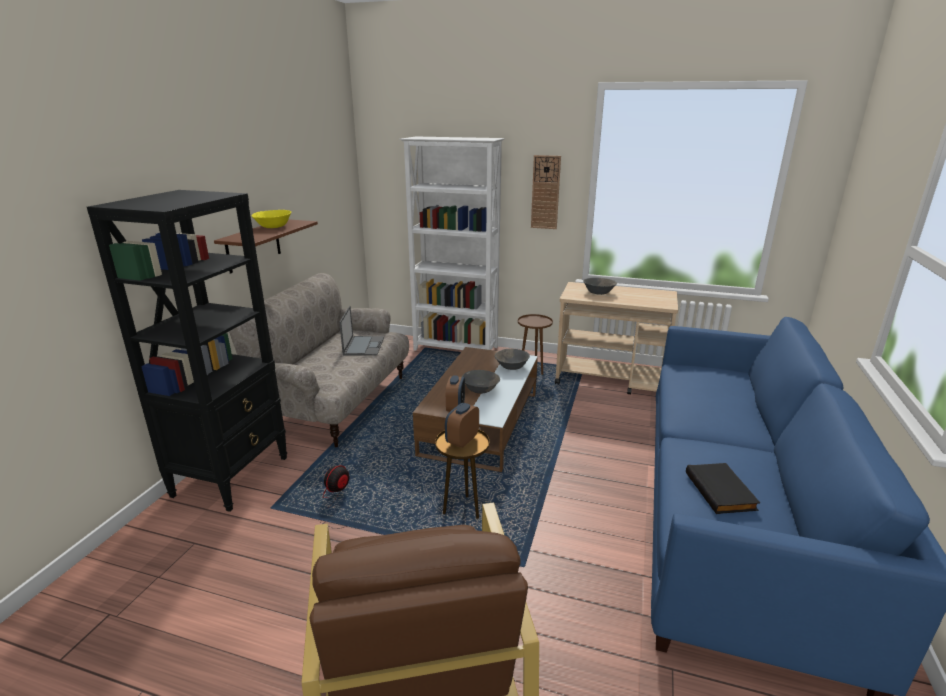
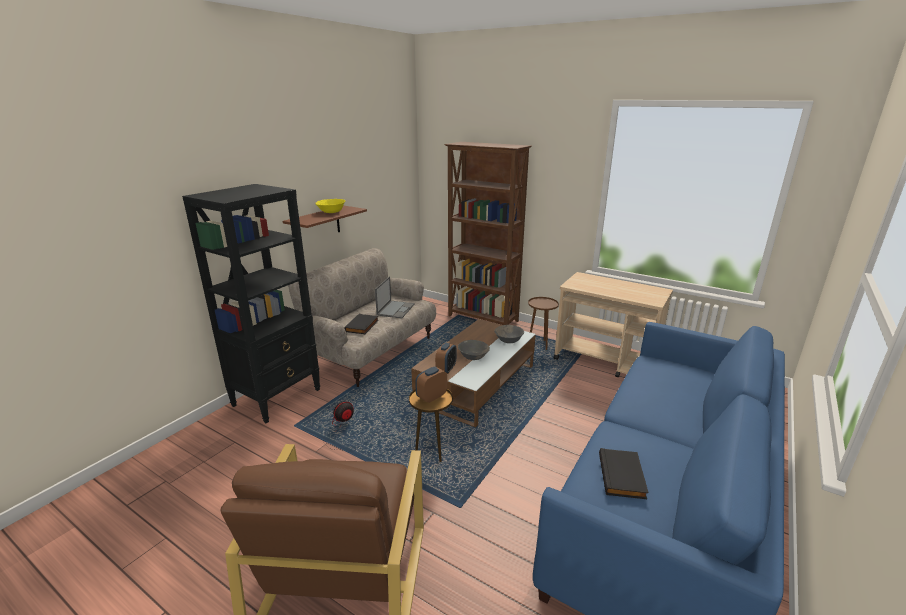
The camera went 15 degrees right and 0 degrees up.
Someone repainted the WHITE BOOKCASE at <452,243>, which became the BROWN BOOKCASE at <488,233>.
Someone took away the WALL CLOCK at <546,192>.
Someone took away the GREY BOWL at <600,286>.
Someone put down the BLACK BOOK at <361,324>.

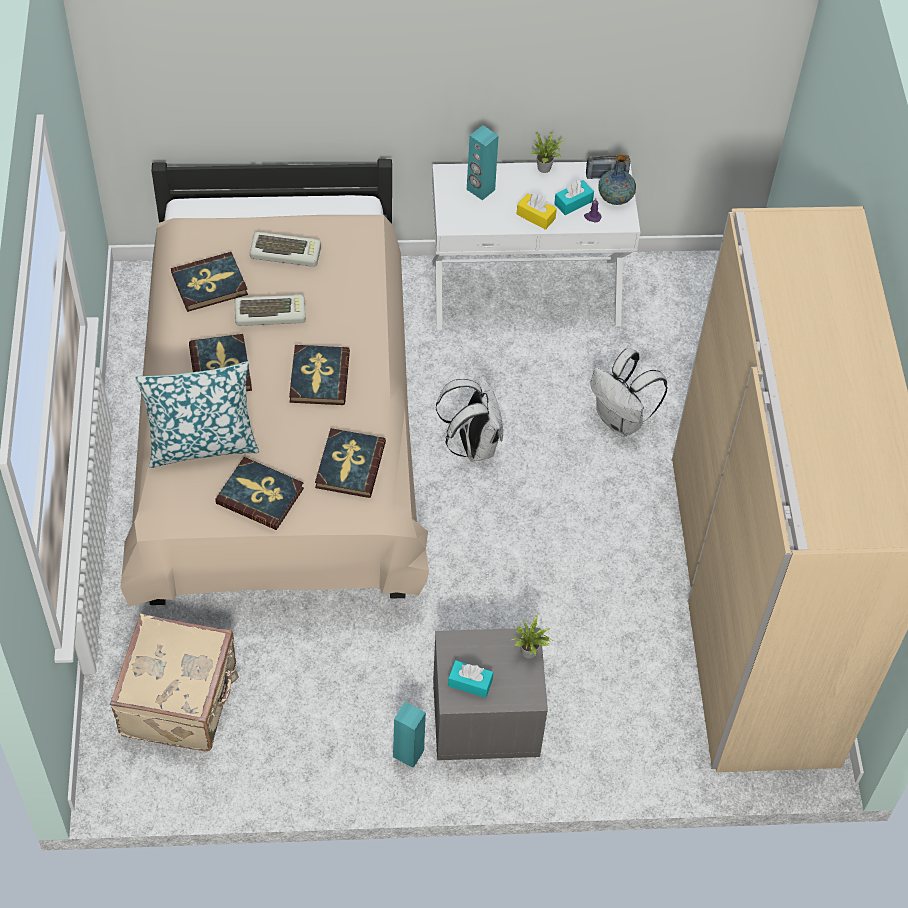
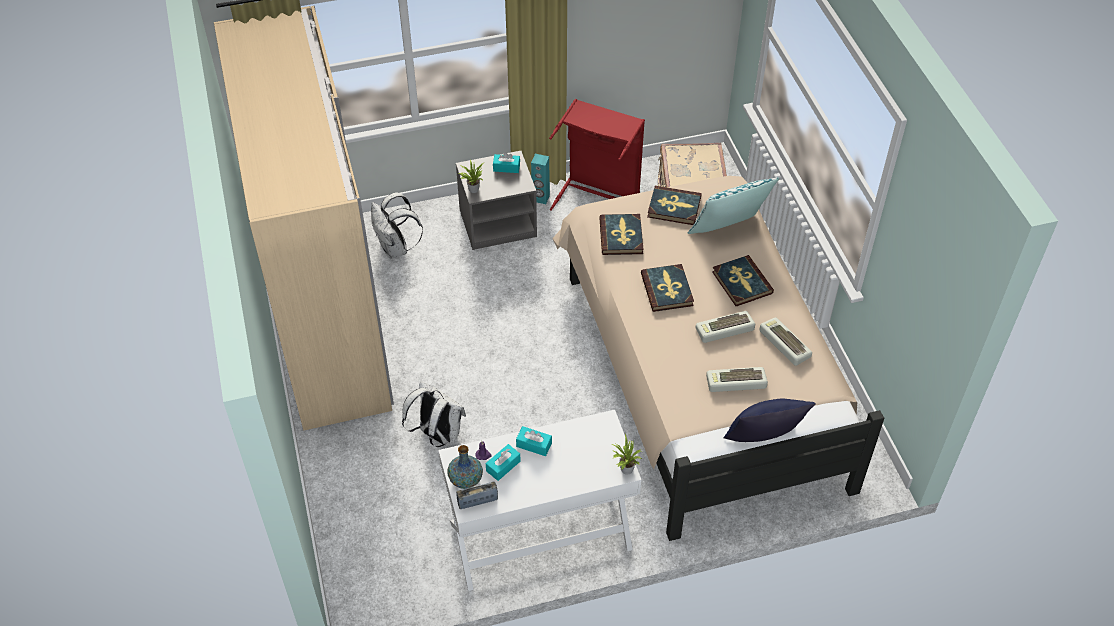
The camera went 170 degrees right and 5 degrees down.
Someone took away the TURQUOISE SPEAKER at <483,162>.
Someone carried the POTTED PLANT from <547,152> to <626,454>.
Someone repainted the YELLOW TISSUE BOX at <537,211>, which became the TURQUOISE TISSUE BOX at <534,441>.
Someone swapped the BOOK at <209,282> for the KEYBOARD at <785,341>.
Someone carried the WHITE BACKPACK from <469,419> to <397,225>.
Someone put down the RED LAUNDRY BASKET at <597,155>.
Someone put down the BLUE PILLOW at <770,420>.

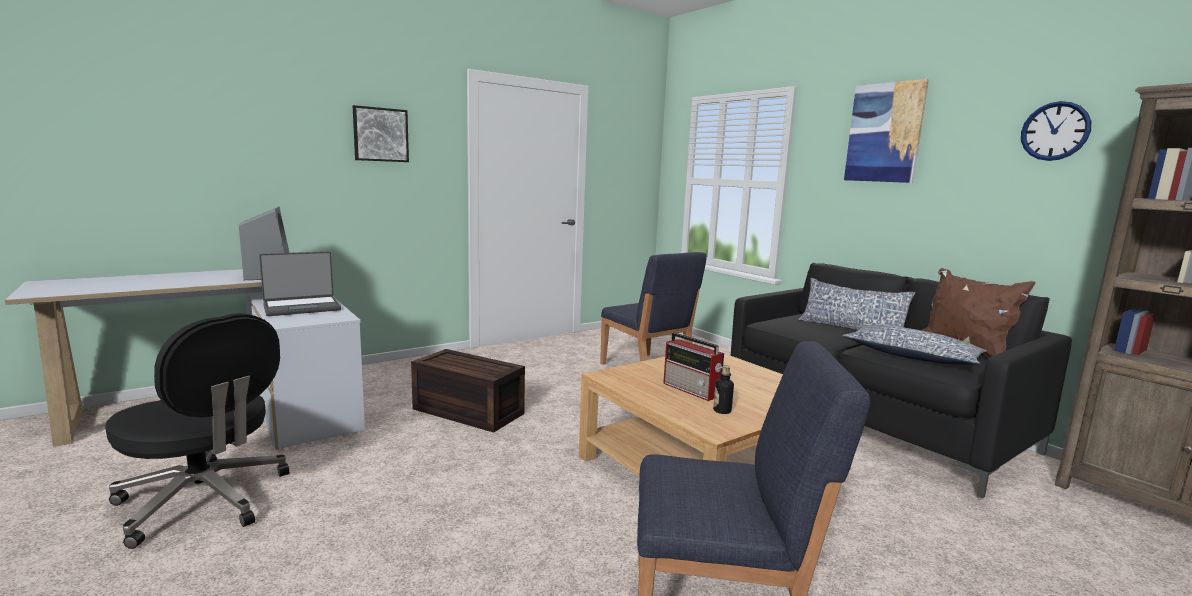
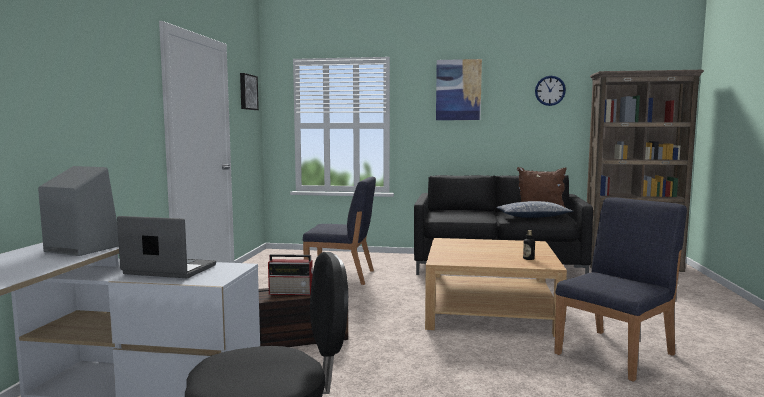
The camera went 45 degrees left and 5 degrees down.
Someone carried the PICTURE from <381,133> to <249,91>.
Someone rotated the LAPTOP at <300,283> by 90 degrees counterclockwise.
Someone took away the PILLOW at <856,304>.
Someone carried the RADIO from <693,366> to <290,274>.

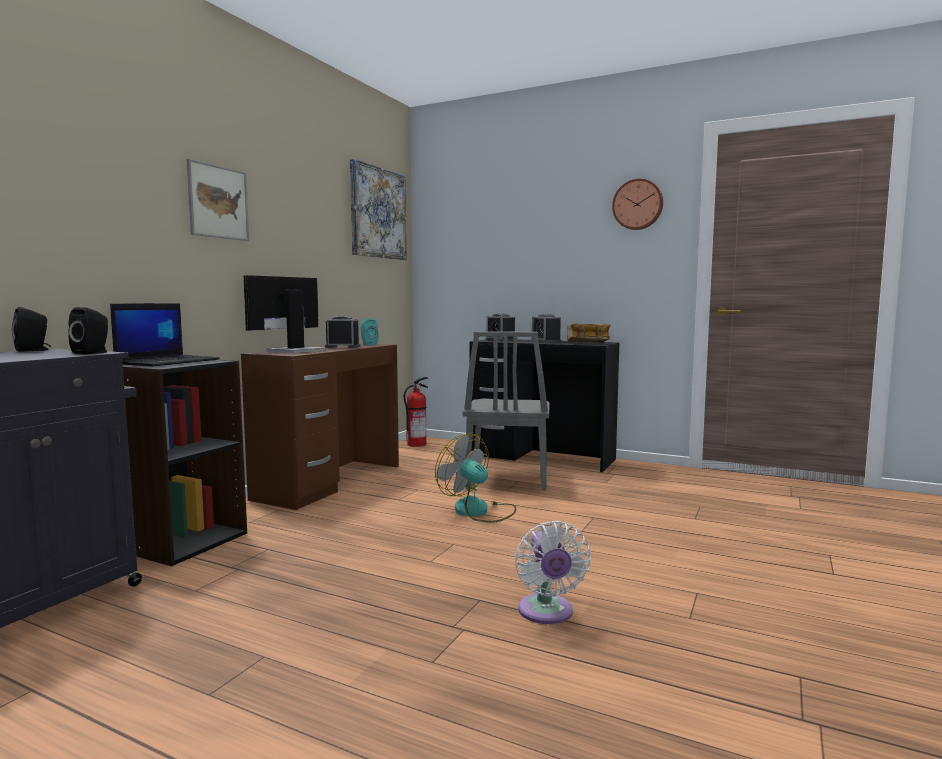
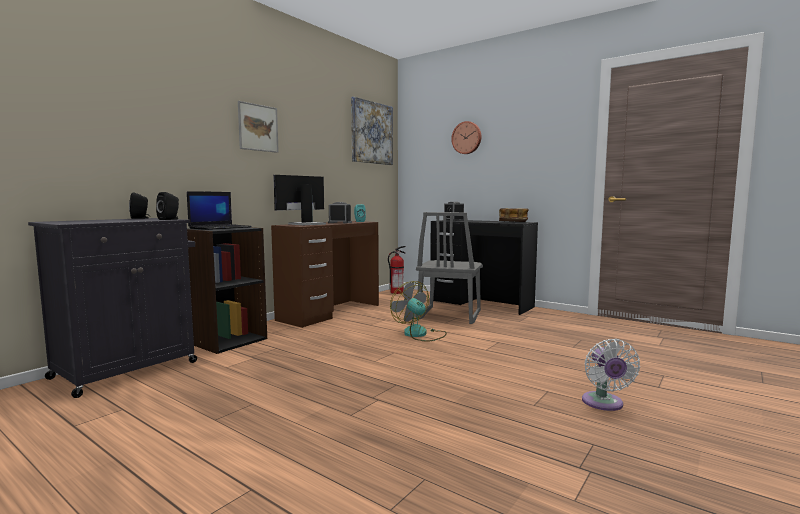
The camera went 10 degrees right and 0 degrees up.
Someone carried the WALL CLOCK from <637,204> to <466,137>.
Someone took away the ALARM CLOCK at <546,328>.
Someone carried the WHITE FAN from <553,572> to <611,375>.

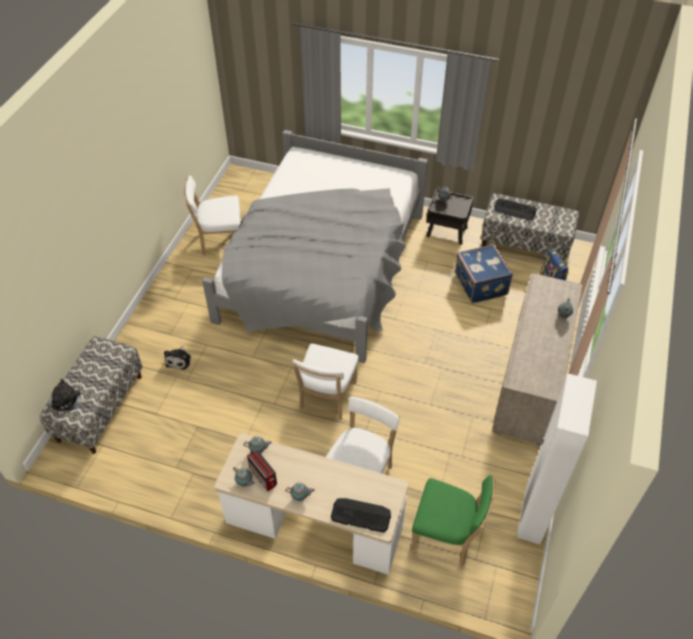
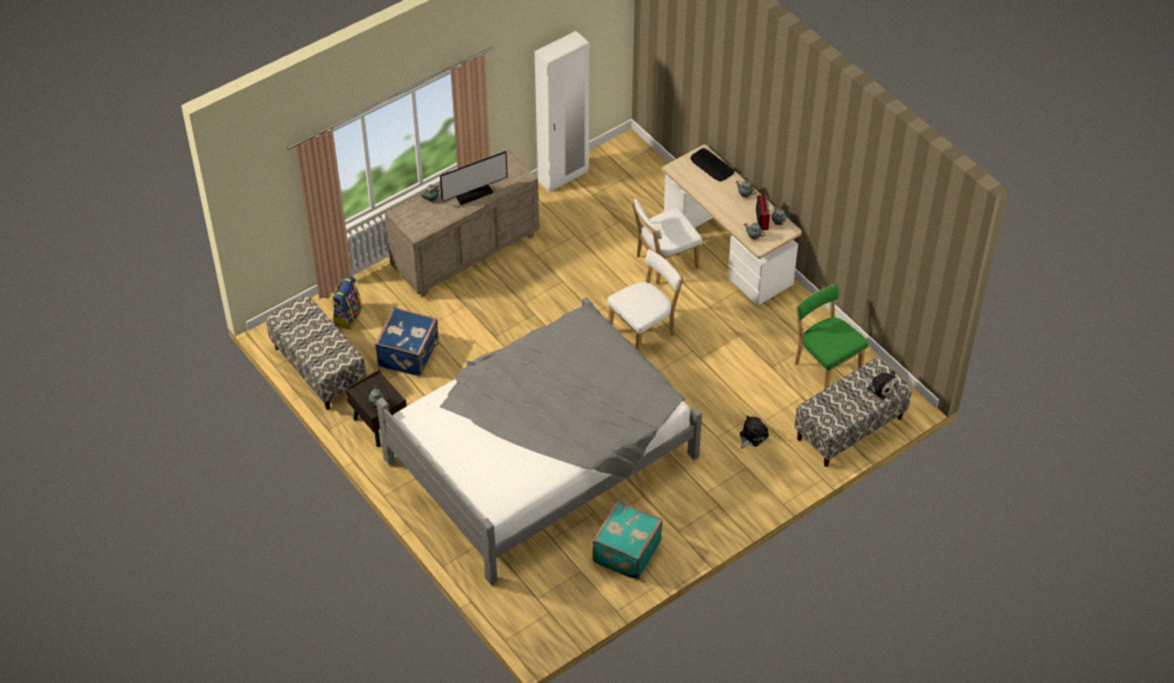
The camera went 145 degrees left and 0 degrees up.
Someone swapped the WHITE CHAIR at <212,216> for the TURQUOISE SUITCASE at <627,540>.
Someone took away the KEYBOARD at <515,209>.
Someone carried the GREEN CHAIR from <453,520> to <831,336>.
Someone put down the MONITOR at <474,178>.

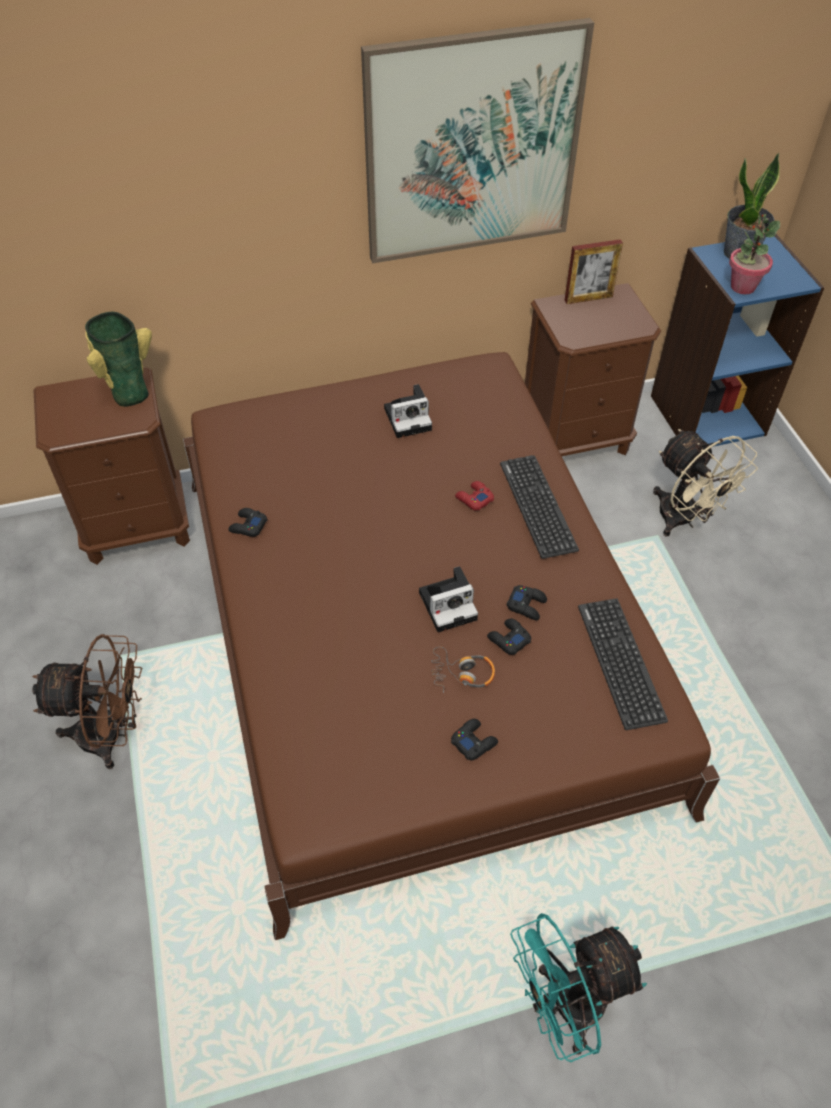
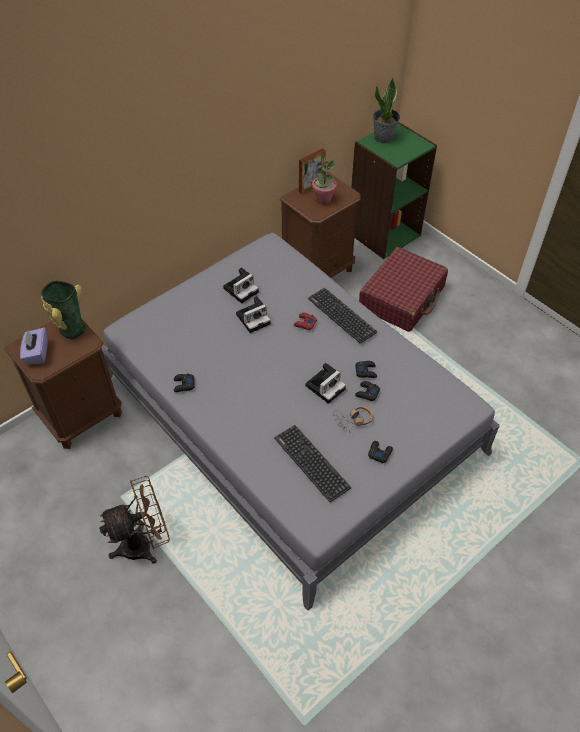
The camera went 25 degrees left and 0 degrees up.
Someone took away the PICTURE at <477,141>.
Someone carried the POTTED PLANT from <754,254> to <324,181>.
Someone repainted the BLUE BOOKCASE at <737,340>, which became the GREEN BOOKCASE at <394,190>.
Someone repainted the BROWN BED at <451,646>, which became the GREY BED at <301,422>.
Someone swapped the BEIGE FAN at <705,482> for the RED SUITCASE at <403,289>.
Someone carried the KEYBOARD from <623,664> to <312,463>.
Someone took away the TURQUOISE FAN at <578,987>.
Someone put down the PHOTO CAMERA at <253,314>.
Someone put down the PURPLE TISSUE BOX at <34,346>.

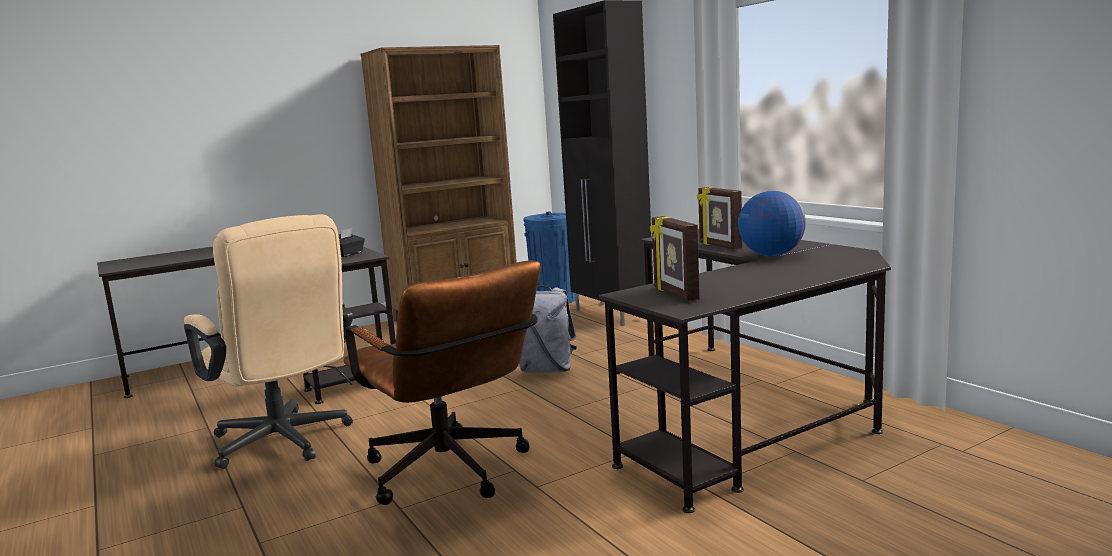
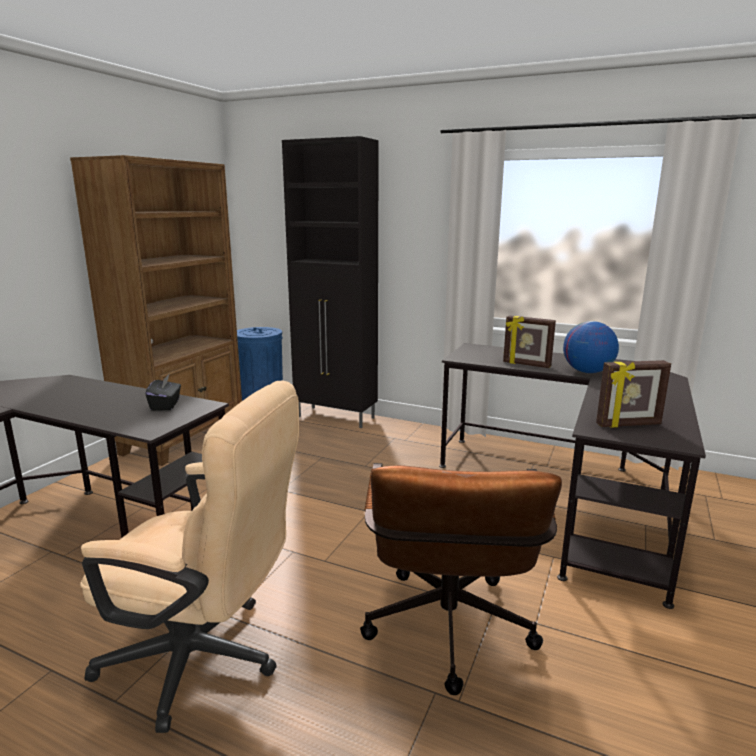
The camera went 35 degrees left and 5 degrees up.
Someone rotated the PICTURE FRAME at <675,258> by 45 degrees counterclockwise.
Someone rotated the BROWN OFFICE CHAIR at <442,383> by 75 degrees clockwise.
Someone took away the GREY BACKPACK at <548,329>.

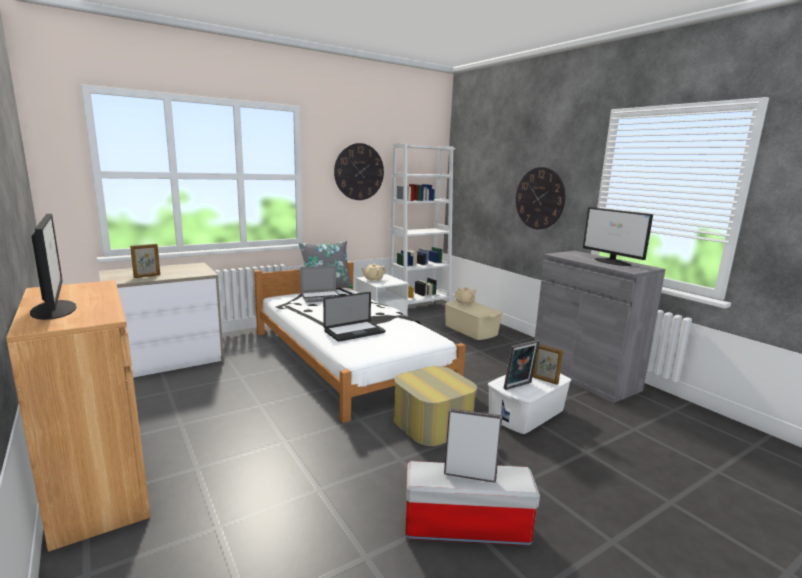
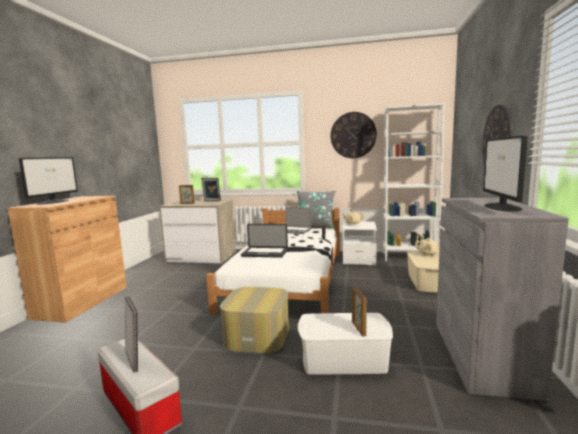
The camera went 45 degrees right and 5 degrees down.
Someone carried the PICTURE FRAME from <522,365> to <211,189>.

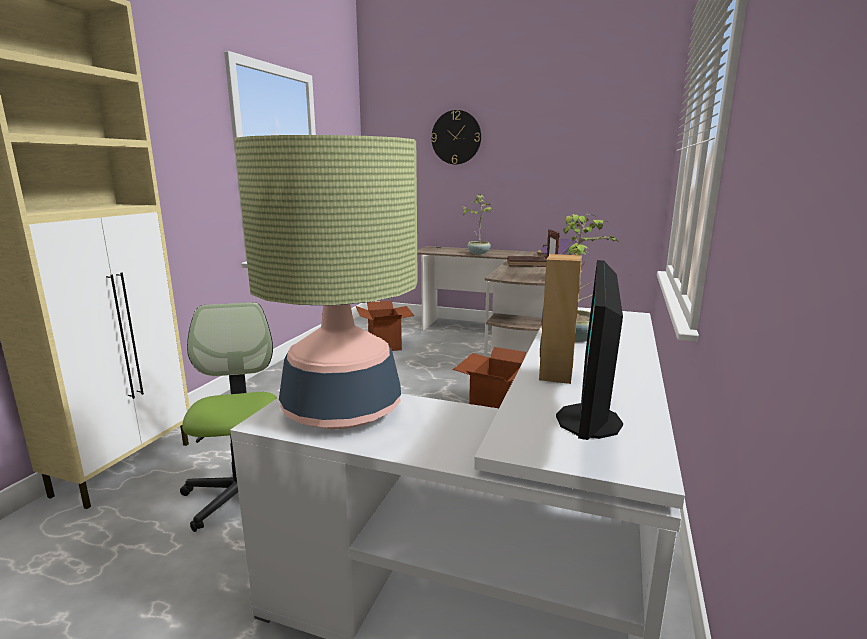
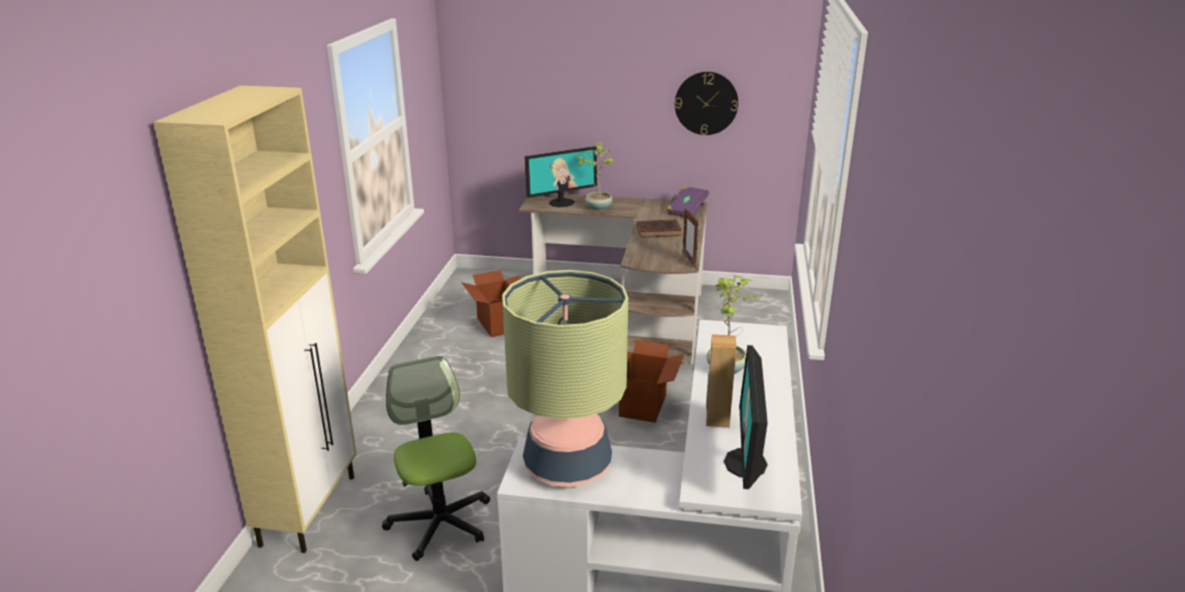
The camera went 10 degrees left and 10 degrees up.
Someone carried the WALL CLOCK from <456,137> to <706,103>.
Someone put down the MONITOR at <561,176>.

